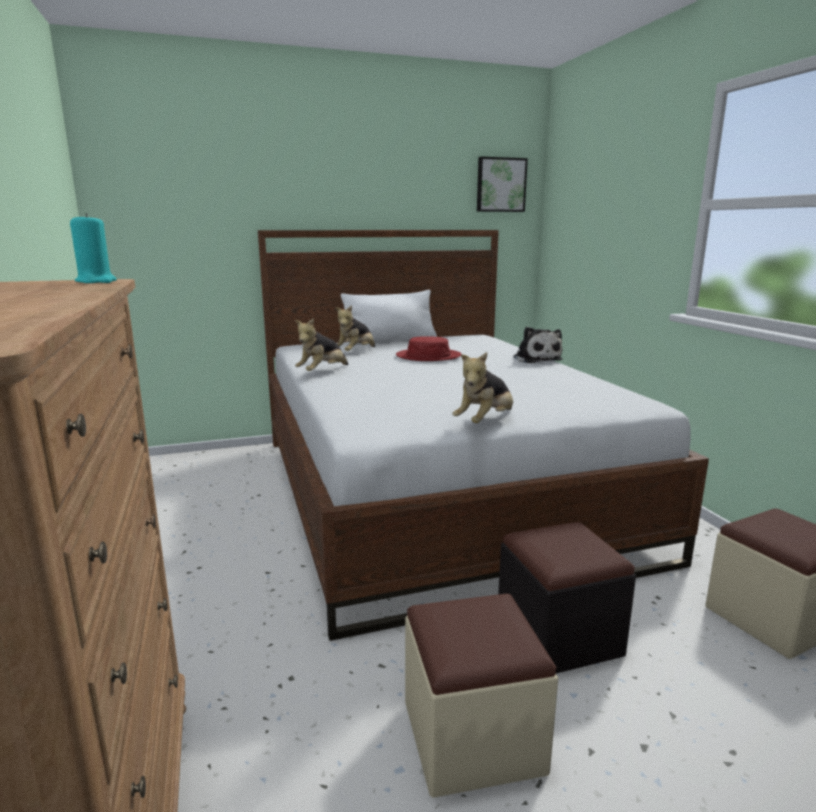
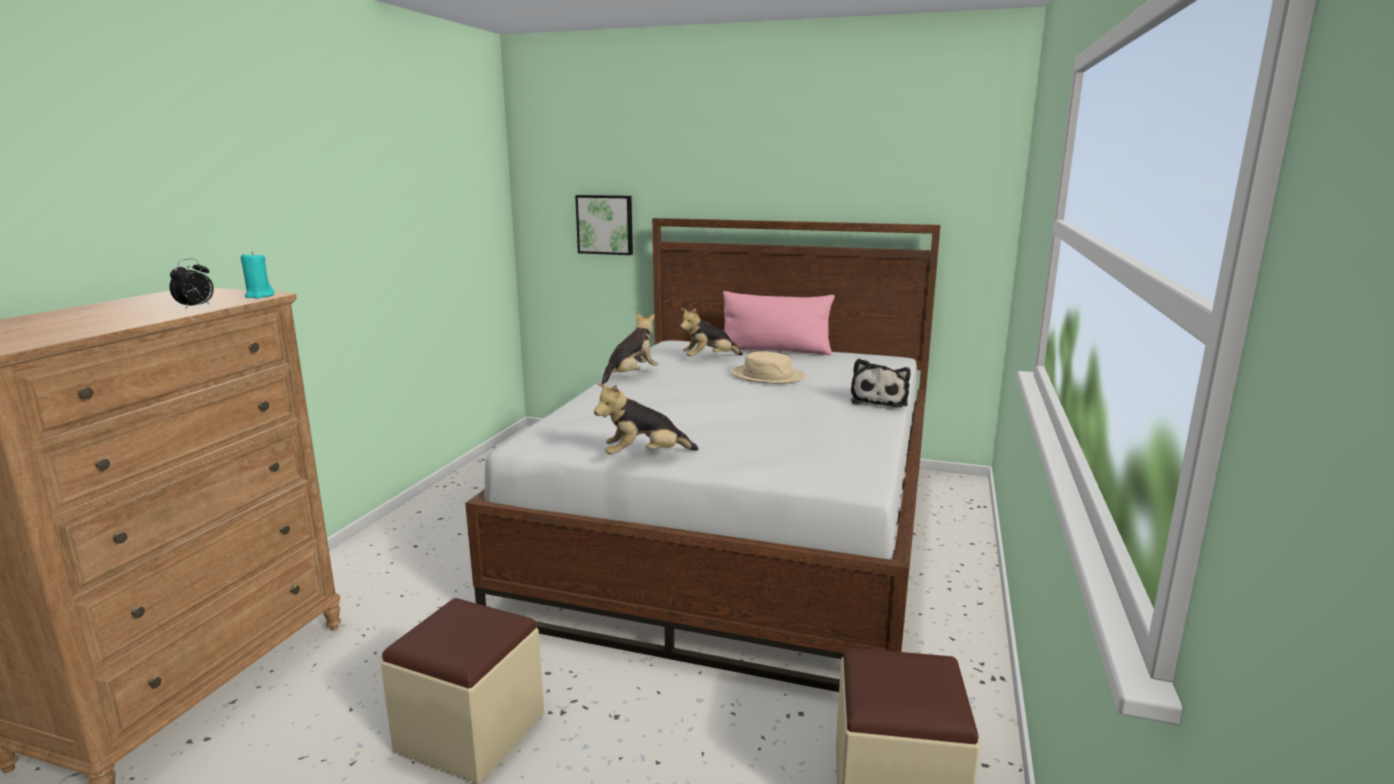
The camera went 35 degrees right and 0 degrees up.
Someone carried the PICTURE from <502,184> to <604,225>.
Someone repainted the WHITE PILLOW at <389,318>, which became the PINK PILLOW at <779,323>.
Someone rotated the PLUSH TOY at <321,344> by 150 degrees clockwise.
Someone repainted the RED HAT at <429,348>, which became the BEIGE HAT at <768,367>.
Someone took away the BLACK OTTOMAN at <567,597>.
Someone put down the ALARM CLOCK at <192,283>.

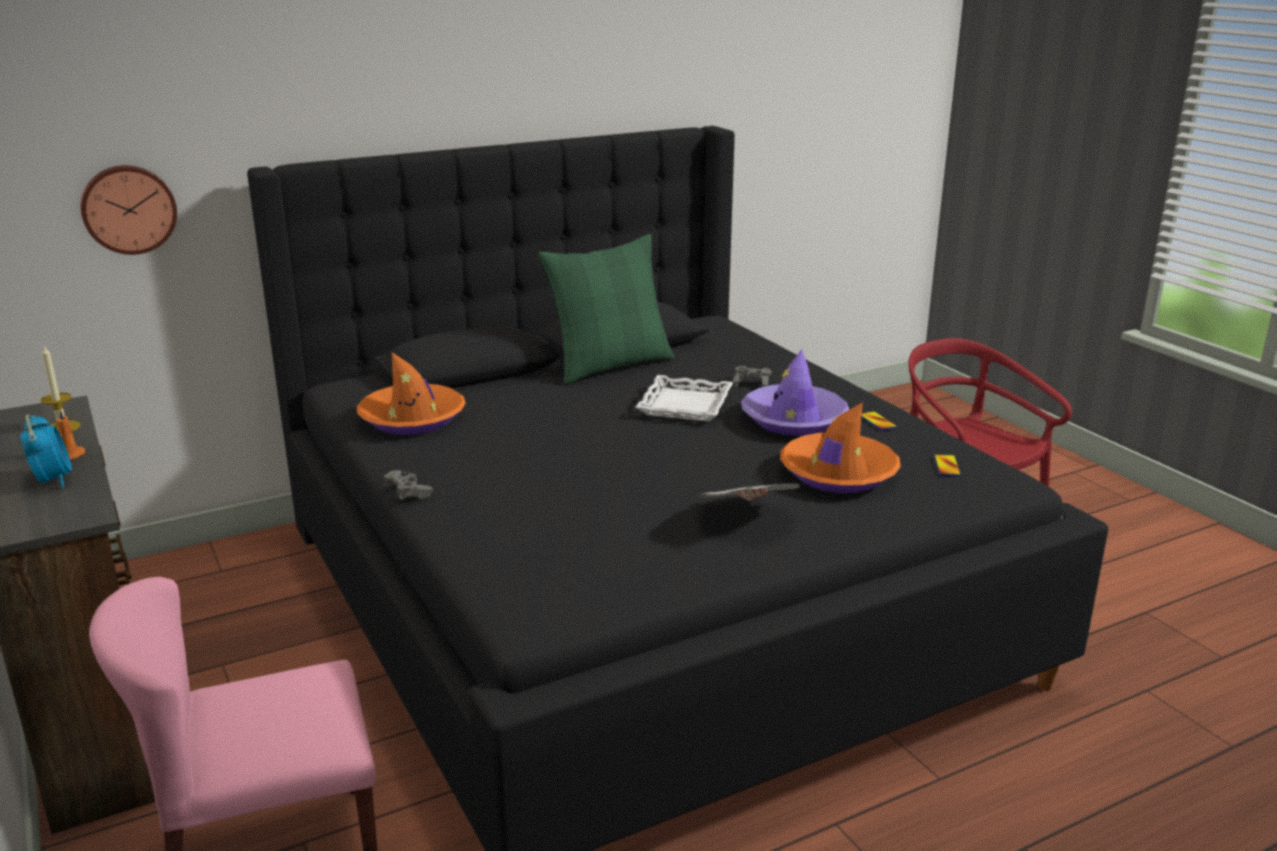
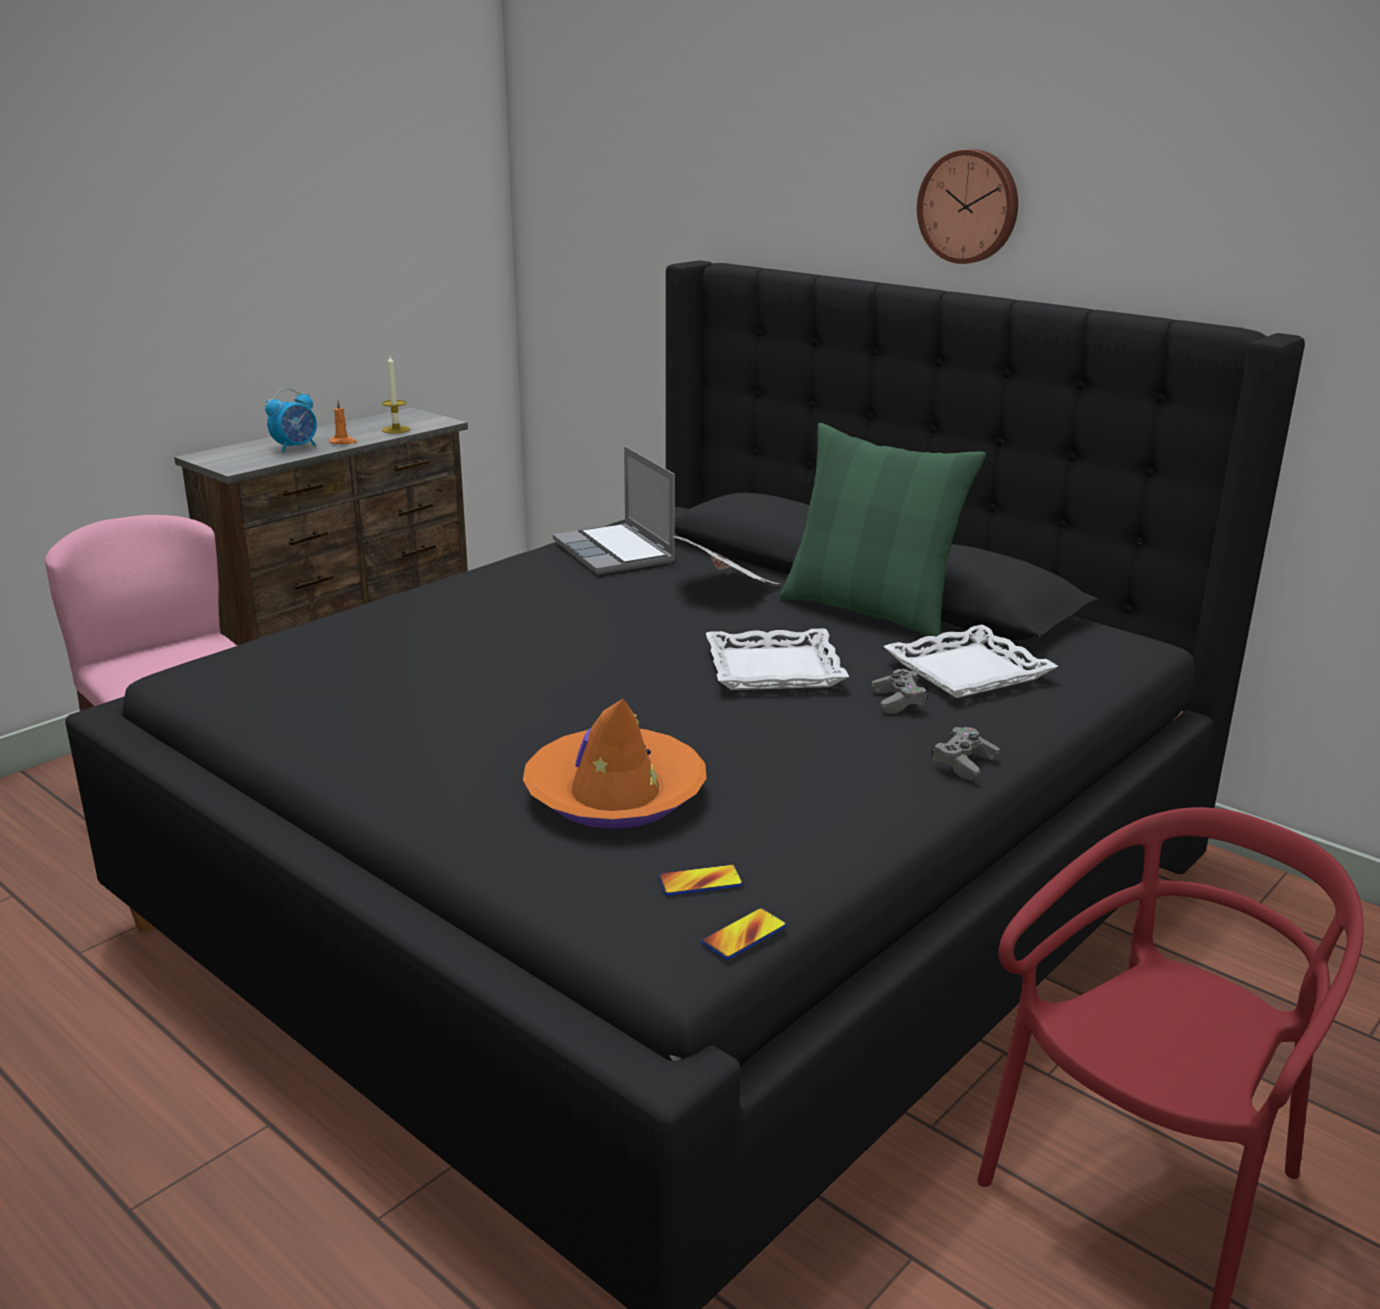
The camera went 70 degrees right and 0 degrees up.
Someone carried the WALL CLOCK from <128,210> to <967,206>.
Someone took away the PURPLE HAT at <795,392>.
Someone swapped the ORANGE HAT at <411,393> for the LAPTOP at <614,510>.
Someone carried the PHONE from <880,421> to <744,934>.
Someone carried the GREY GAME CONTROLLER from <408,485> to <966,754>.
Someone carried the NEWSPAPER from <749,492> to <726,560>.
Someone put down the WHITE TRAY at <970,661>.

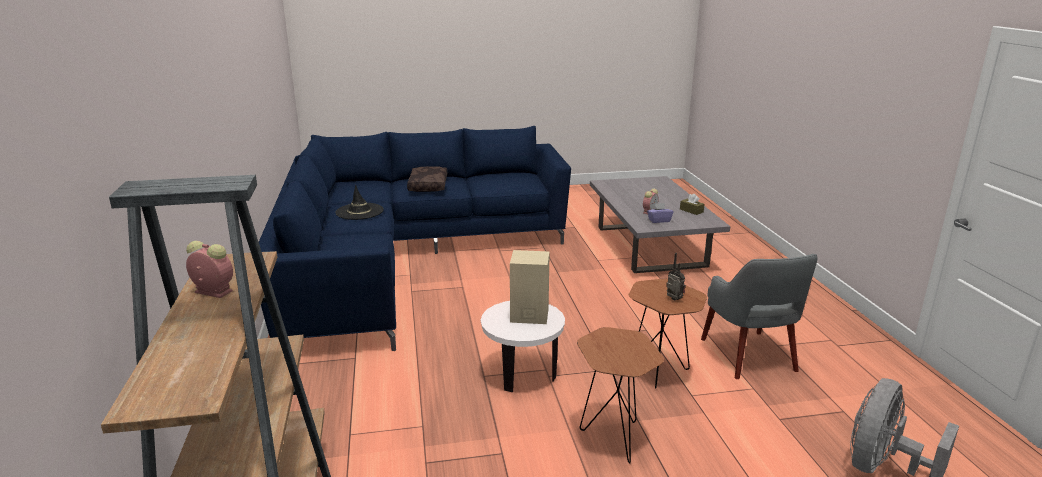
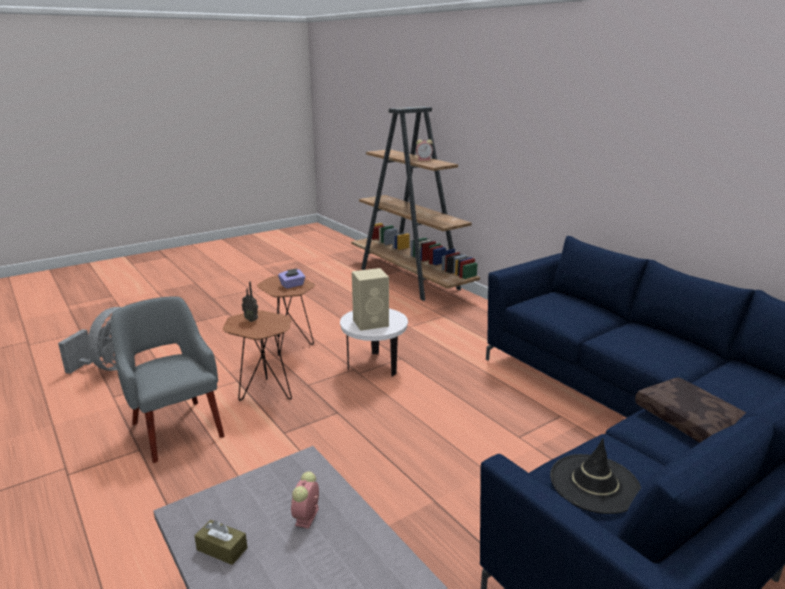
The camera went 155 degrees right and 0 degrees up.
Someone carried the BLACK HAT from <359,202> to <595,476>.
Someone carried the PURPLE TISSUE BOX from <660,213> to <291,278>.

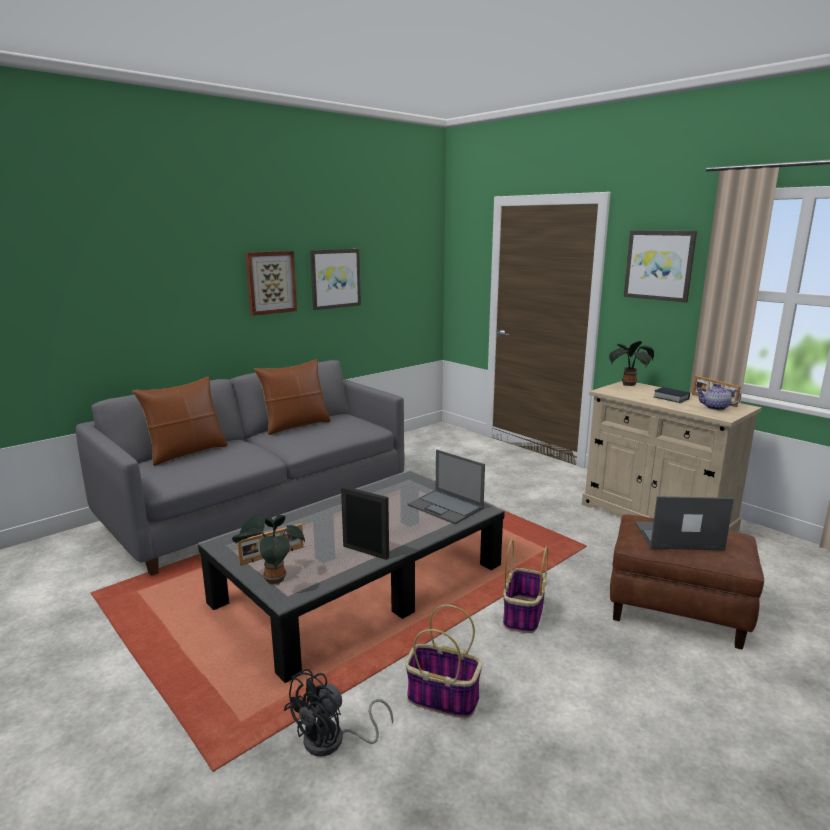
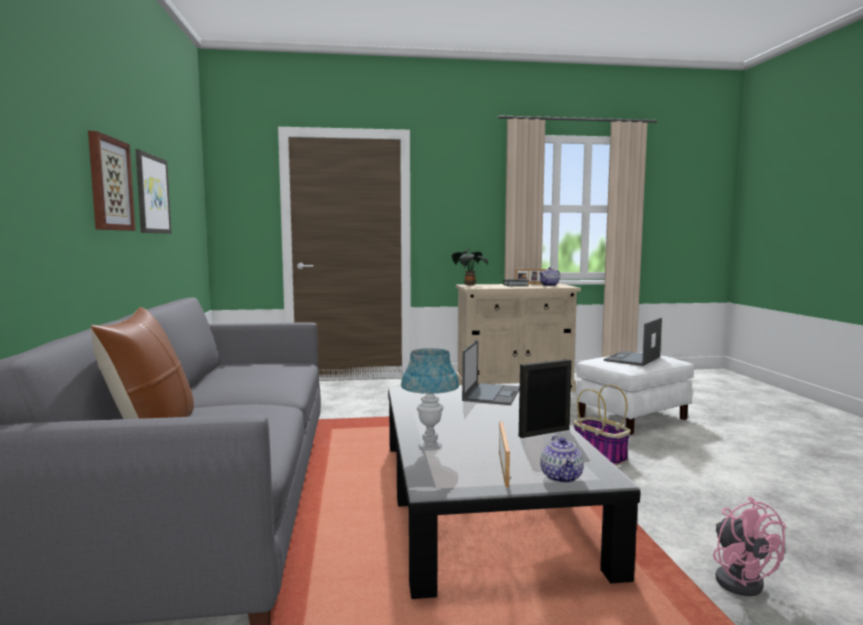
The camera went 55 degrees left and 10 degrees down.
Someone took away the PICTURE at <660,266>.
Someone took away the BROWN PILLOW at <292,397>.
Someone rotated the LAPTOP at <446,487> by 60 degrees counterclockwise.
Someone swapped the POTTED PLANT at <268,549> for the TEAPOT at <562,459>.
Someone repainted the BROWN OTTOMAN at <687,582>, which became the WHITE OTTOMAN at <635,393>.
Someone took away the BASKET at <443,661>.
Someone repainted the BLACK FAN at <338,713>, which became the PINK FAN at <749,546>.
Someone put down the BLUE TABLE LAMP at <430,399>.

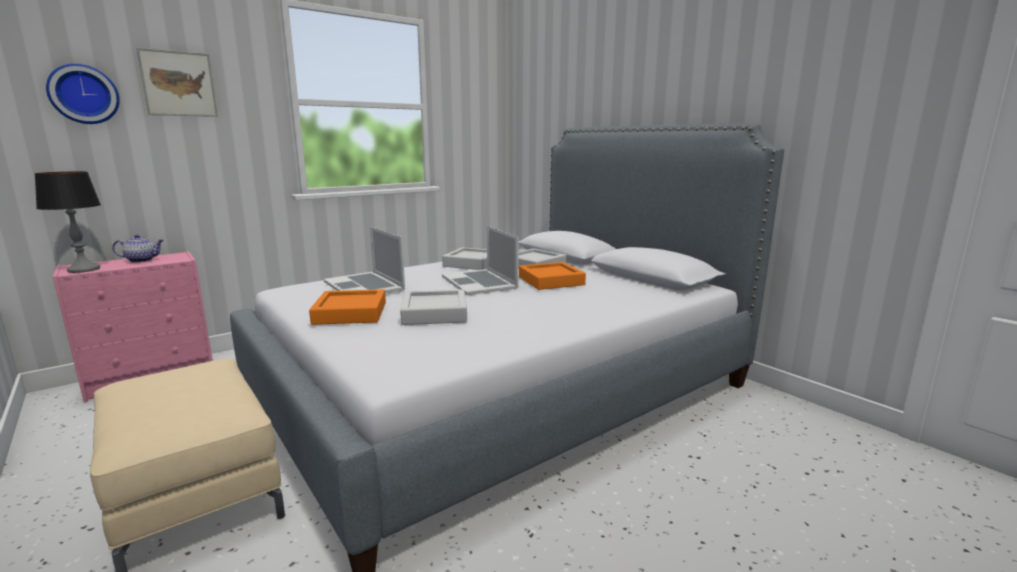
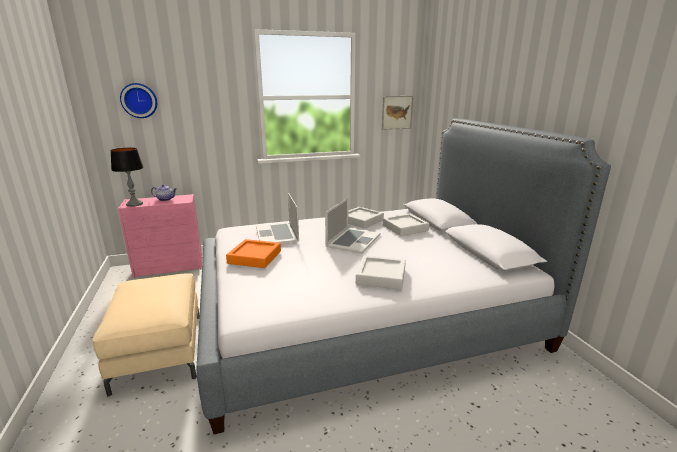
The camera went 20 degrees right and 5 degrees up.
Someone carried the PICTURE from <177,82> to <397,113>.
Someone rotated the LAPTOP at <480,260> by 150 degrees counterclockwise.
Someone took away the ORANGE TRAY at <552,276>.
Someone carried the GREY TRAY from <433,307> to <381,273>.

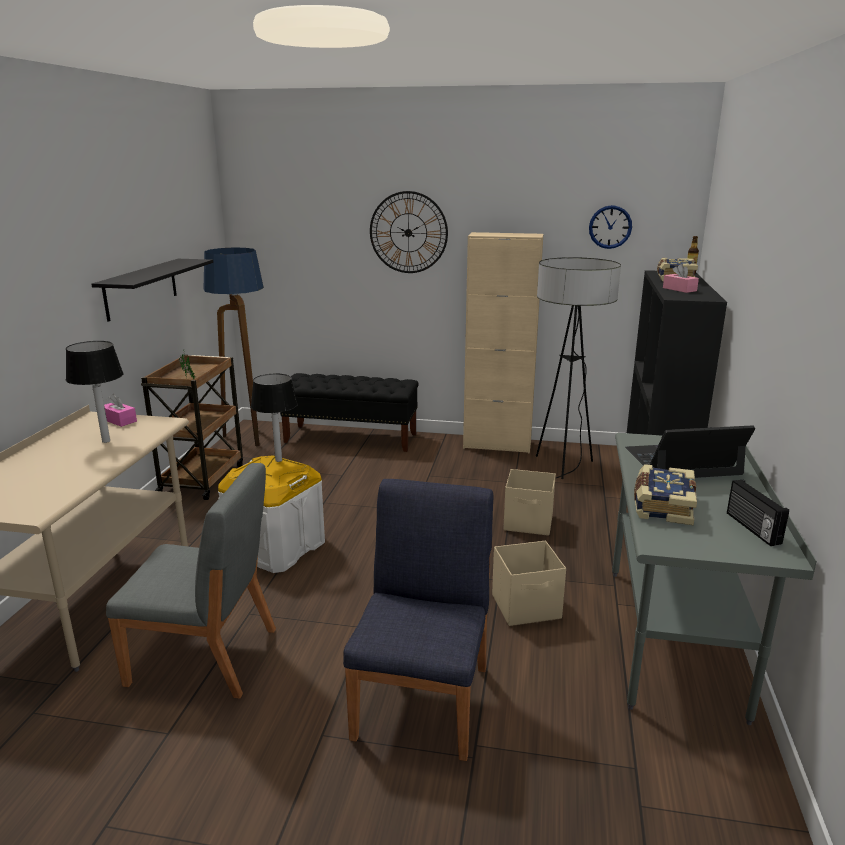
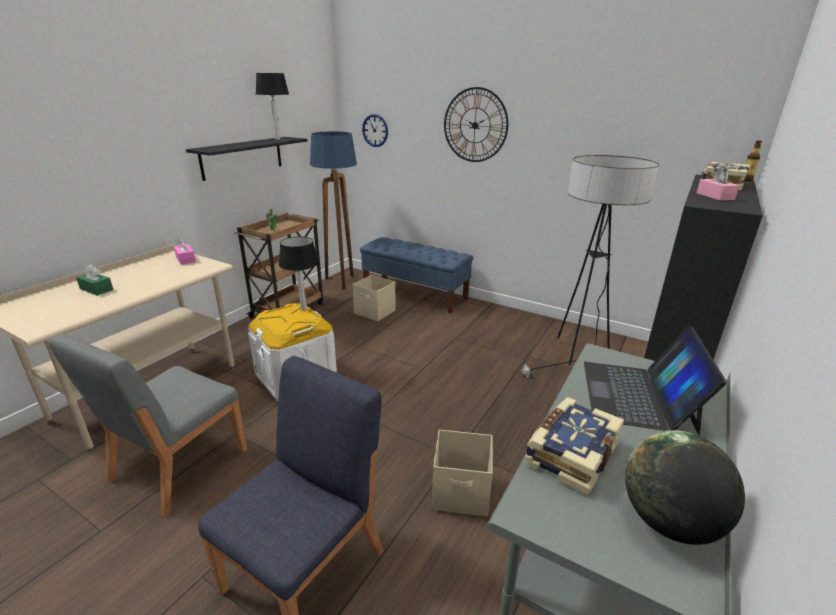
The camera went 20 degrees right and 5 degrees up.
Someone carried the WALL CLOCK from <610,227> to <375,130>.
Someone took away the BEIGE CABINET at <503,343>.
Someone carried the TABLE LAMP from <94,392> to <272,106>.
Someone repainted the BLACK BENCH at <349,412>, which became the BLUE BENCH at <416,275>.
Someone rotated the LAPTOP at <690,451> by 90 degrees counterclockwise.
Someone rotated the GREY CHAIR at <191,580> by 90 degrees clockwise.
Someone carried the BEIGE STORAGE BOX from <529,502> to <374,298>.
Someone swapped the RADIO at <758,512> for the GLOBE at <685,487>.
Someone put down the GREEN TISSUE BOX at <94,280>.

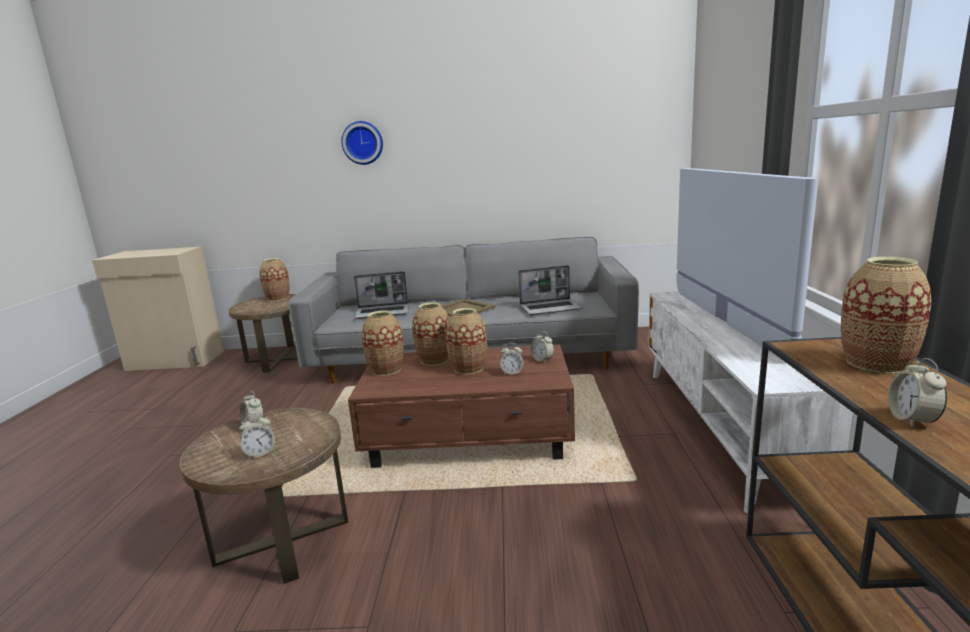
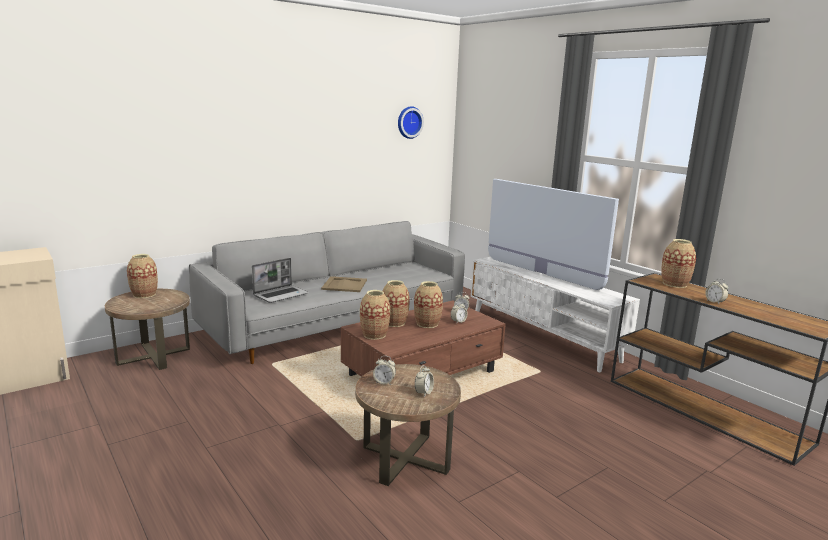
The camera went 40 degrees left and 0 degrees up.
Someone carried the WALL CLOCK from <362,143> to <411,122>.
Someone took away the LAPTOP at <550,290>.

